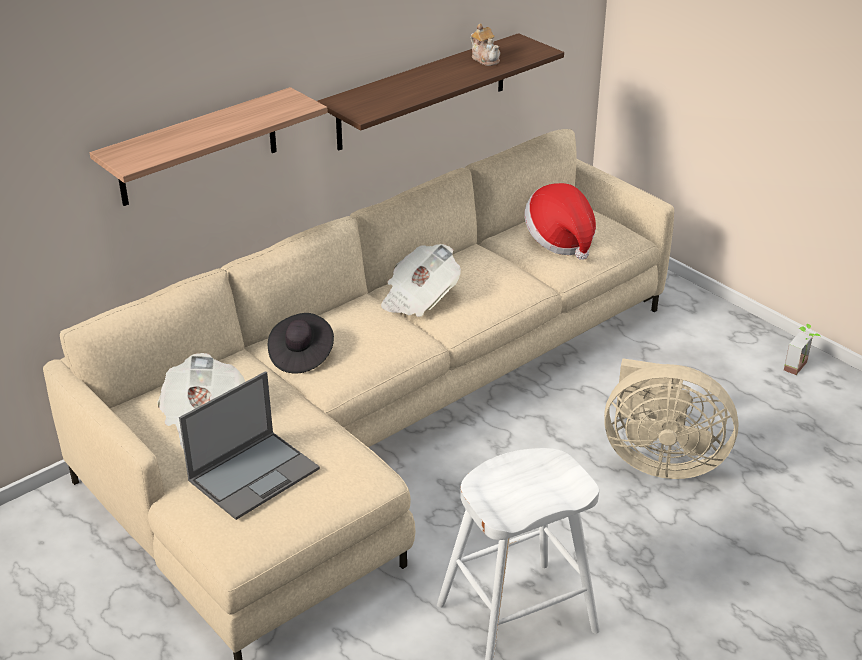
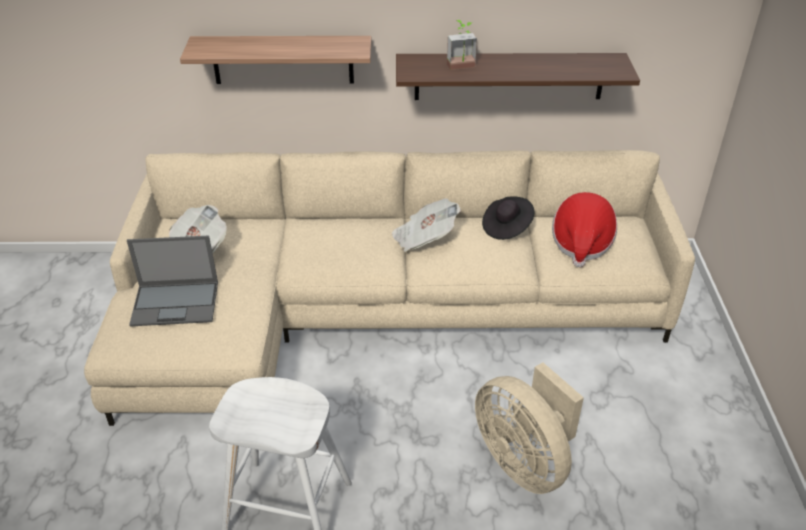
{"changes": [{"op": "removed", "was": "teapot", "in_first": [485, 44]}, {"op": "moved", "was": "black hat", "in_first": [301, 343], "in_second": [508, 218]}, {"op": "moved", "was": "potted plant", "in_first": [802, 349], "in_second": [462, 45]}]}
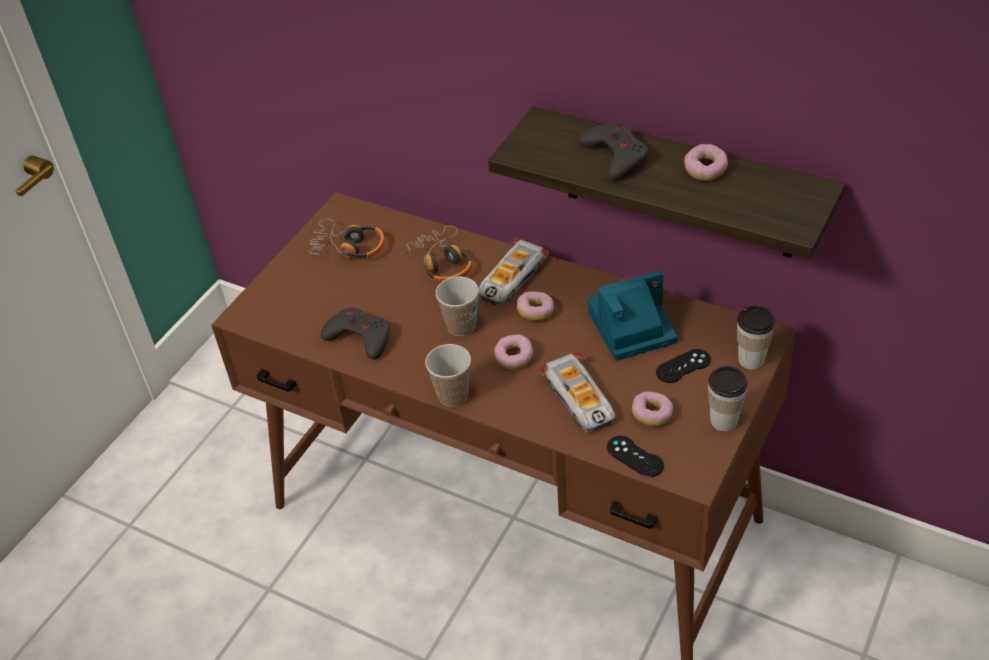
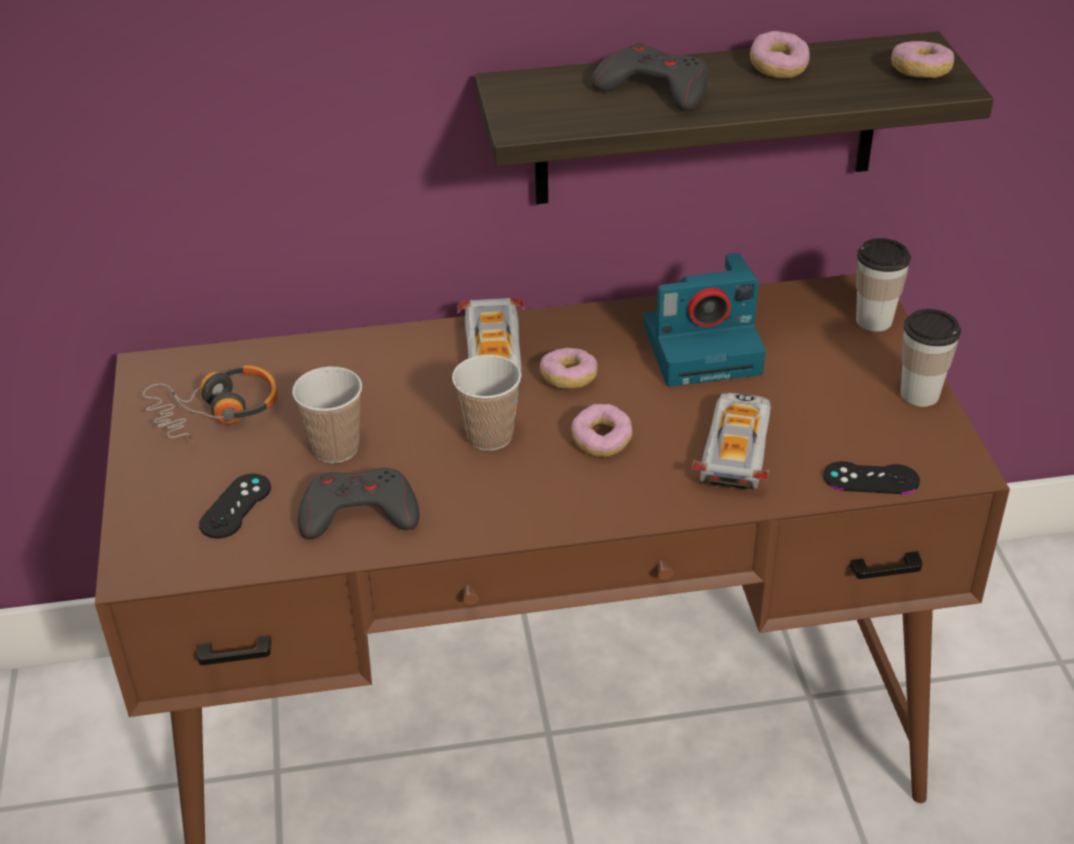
{"changes": [{"op": "removed", "was": "headphones", "in_first": [436, 254]}, {"op": "moved", "was": "cup", "in_first": [448, 375], "in_second": [327, 414]}, {"op": "moved", "was": "donut", "in_first": [652, 408], "in_second": [922, 59]}, {"op": "moved", "was": "black game controller", "in_first": [683, 366], "in_second": [235, 506]}, {"op": "turned", "was": "toy car", "in_first": [577, 392], "in_second": [731, 441], "clockwise": -105}, {"op": "turned", "was": "photo camera", "in_first": [632, 316], "in_second": [704, 319], "clockwise": -135}]}
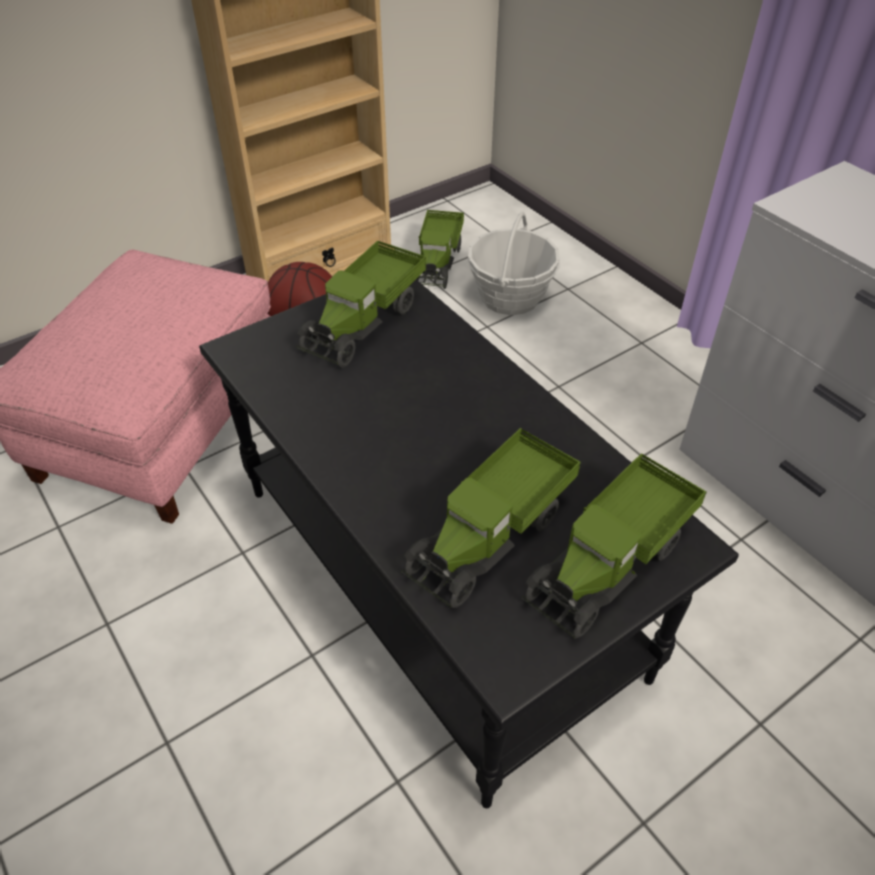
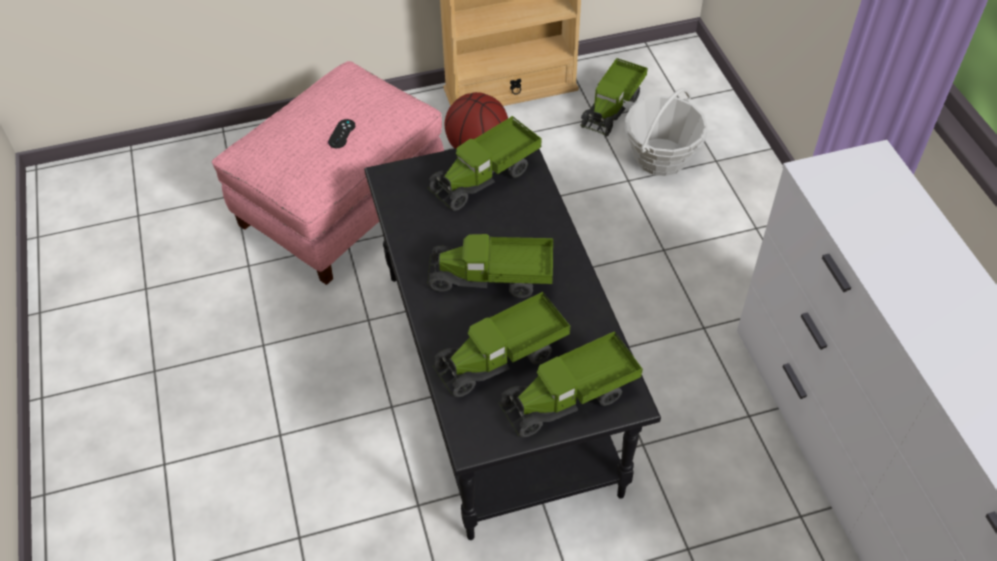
{"changes": [{"op": "added", "now": "black game controller", "in_second": [341, 133]}, {"op": "added", "now": "toy truck", "in_second": [490, 266]}]}
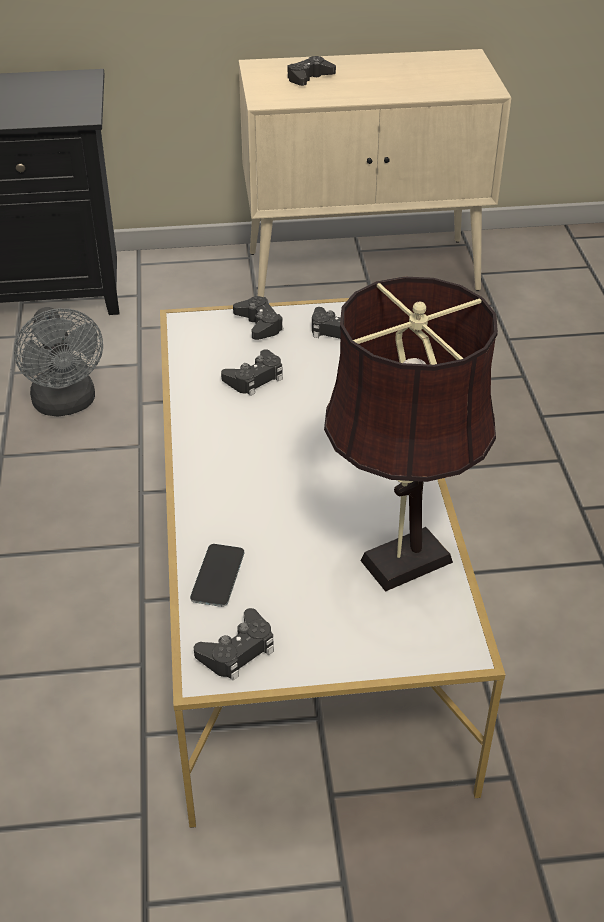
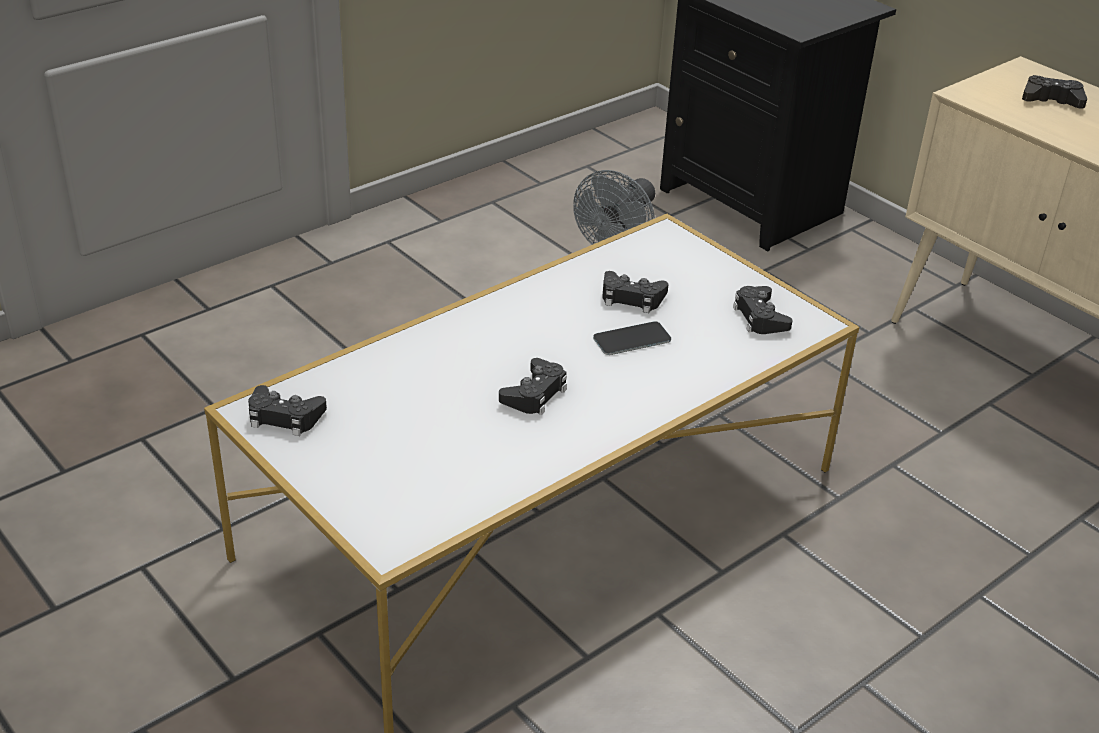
{"changes": [{"op": "removed", "was": "brown table lamp", "in_first": [411, 434]}, {"op": "moved", "was": "phone", "in_first": [217, 575], "in_second": [632, 338]}, {"op": "moved", "was": "black game controller", "in_first": [258, 318], "in_second": [533, 386]}]}
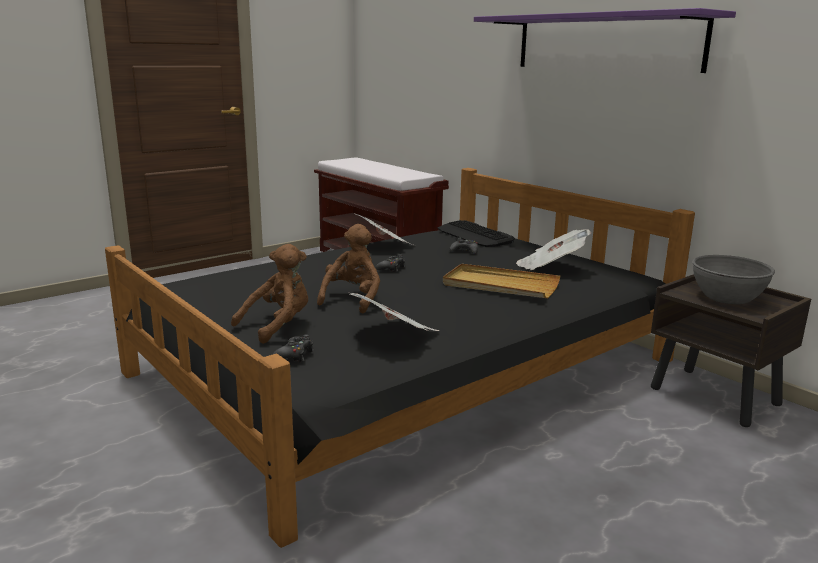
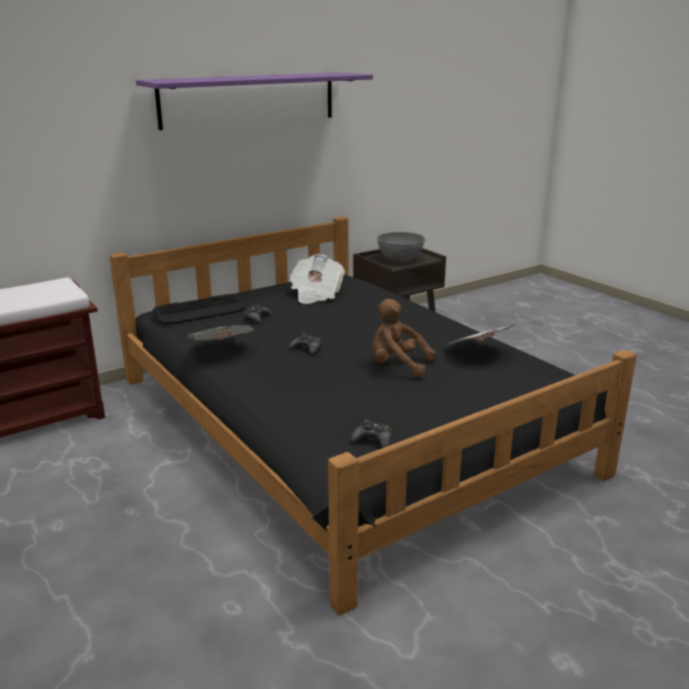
{"changes": [{"op": "removed", "was": "brown plush toy", "in_first": [269, 294]}, {"op": "removed", "was": "beige tray", "in_first": [501, 281]}, {"op": "moved", "was": "black game controller", "in_first": [293, 348], "in_second": [371, 433]}]}
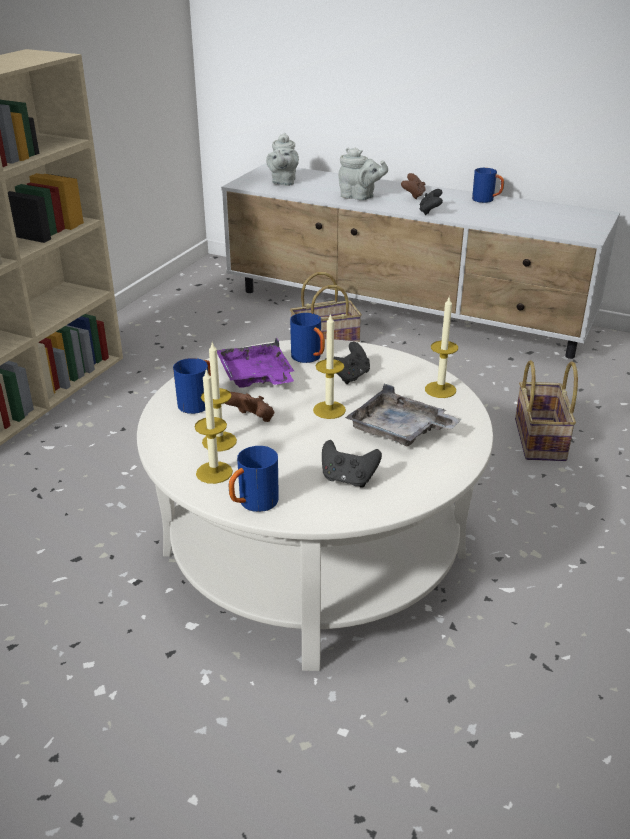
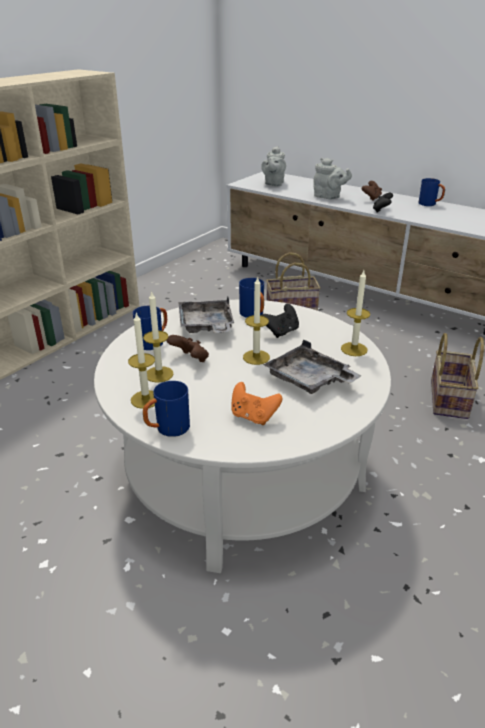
{"changes": [{"op": "recoloured", "was": "purple tray", "now": "grey tray", "in_first": [255, 363], "in_second": [206, 315]}, {"op": "recoloured", "was": "black game controller", "now": "orange game controller", "in_first": [352, 464], "in_second": [256, 403]}]}
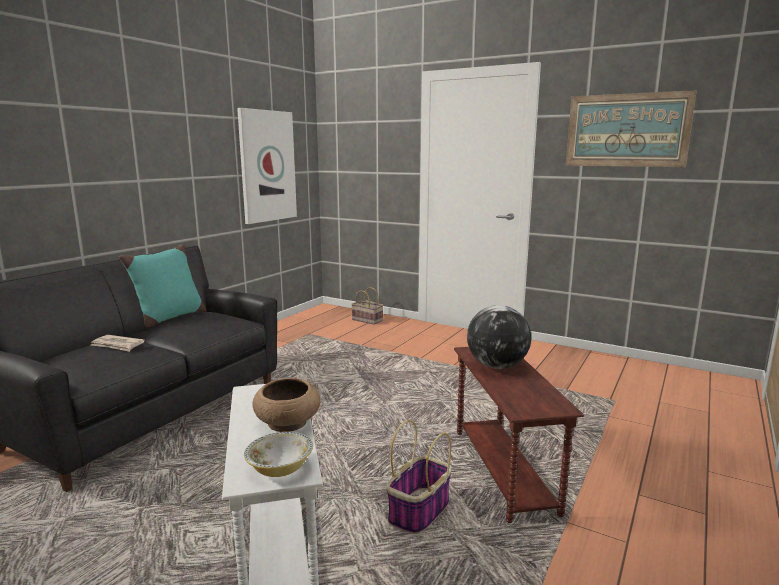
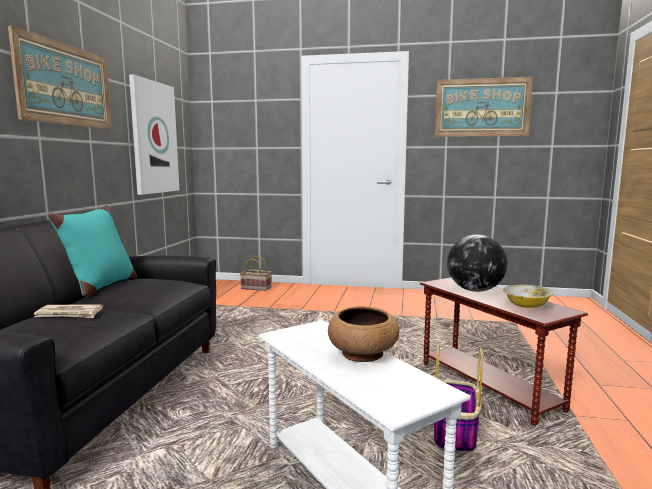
{"changes": [{"op": "added", "now": "picture", "in_second": [60, 77]}, {"op": "moved", "was": "bowl", "in_first": [278, 454], "in_second": [528, 296]}]}
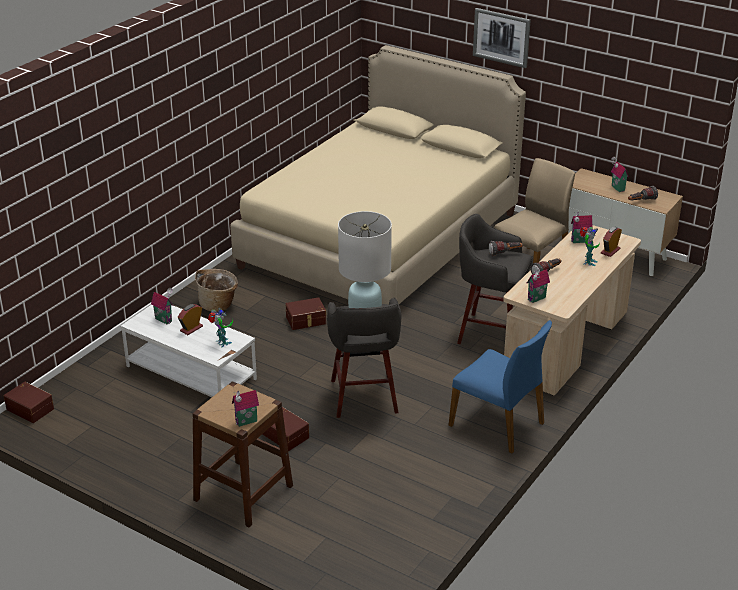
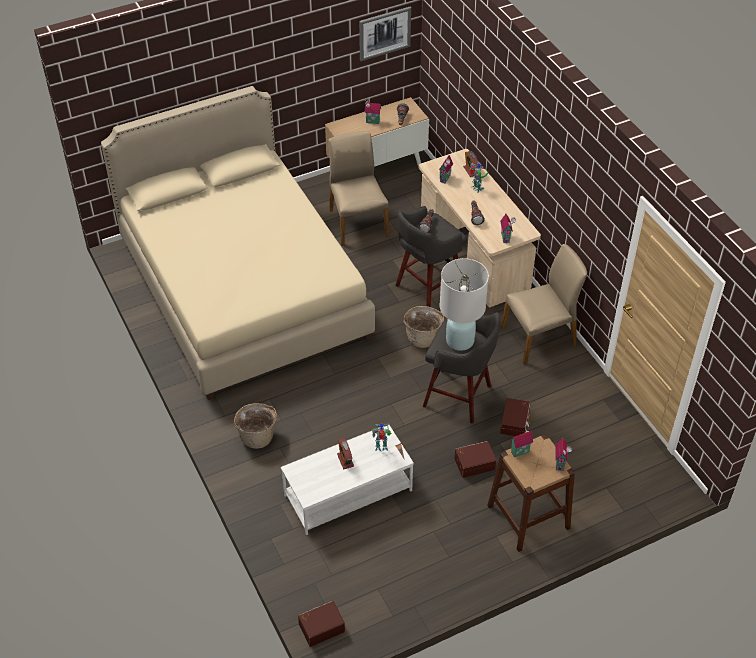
{"changes": [{"op": "added", "now": "basket", "in_second": [423, 327]}, {"op": "moved", "was": "toy house", "in_first": [162, 306], "in_second": [521, 439]}, {"op": "moved", "was": "brown storage box", "in_first": [306, 313], "in_second": [515, 417]}, {"op": "moved", "was": "picture", "in_first": [502, 38], "in_second": [385, 34]}, {"op": "recoloured", "was": "blue chair", "now": "beige chair", "in_first": [500, 386], "in_second": [544, 304]}]}
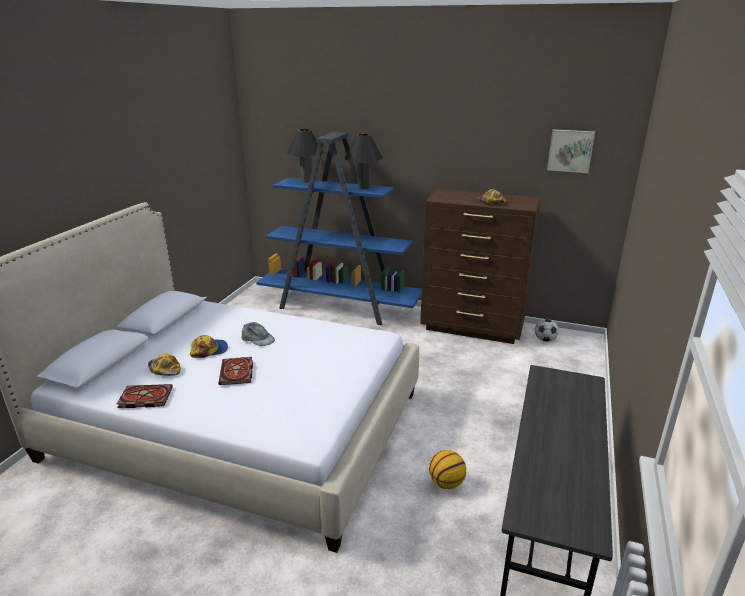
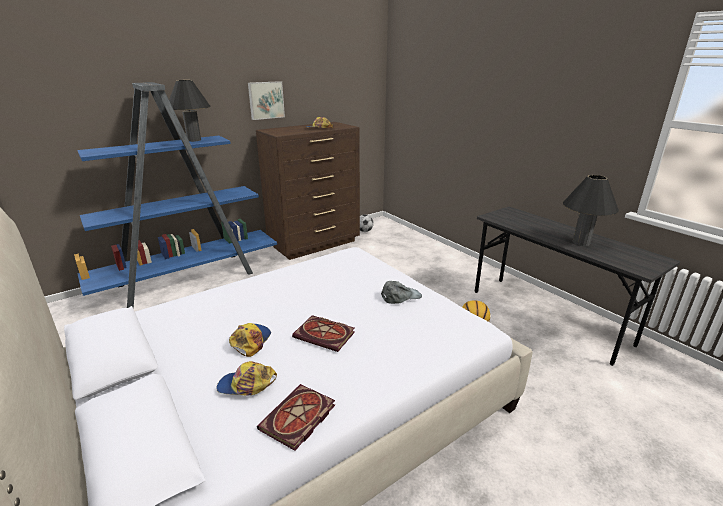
{"changes": [{"op": "moved", "was": "grey cap", "in_first": [258, 334], "in_second": [401, 292]}, {"op": "moved", "was": "black table lamp", "in_first": [305, 156], "in_second": [591, 210]}, {"op": "moved", "was": "picture", "in_first": [571, 151], "in_second": [266, 100]}]}
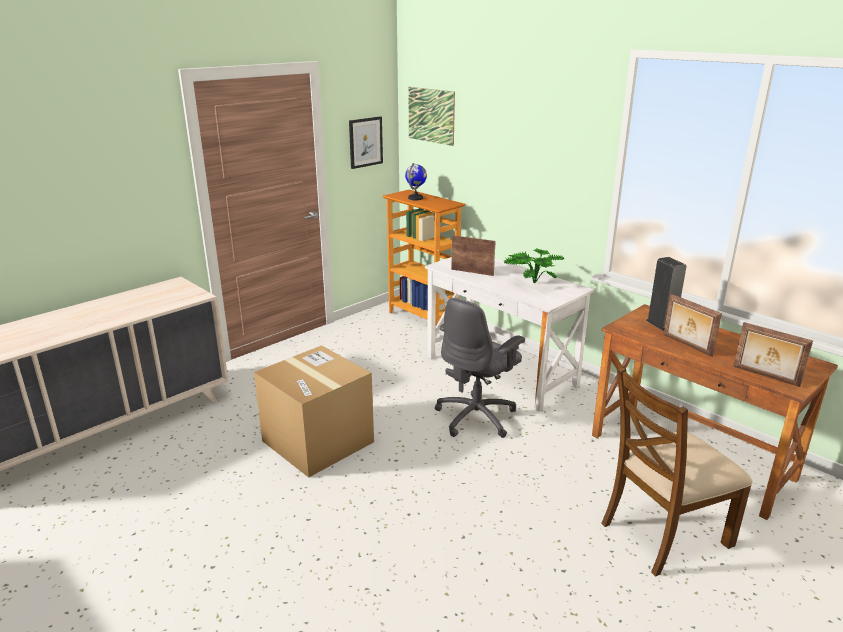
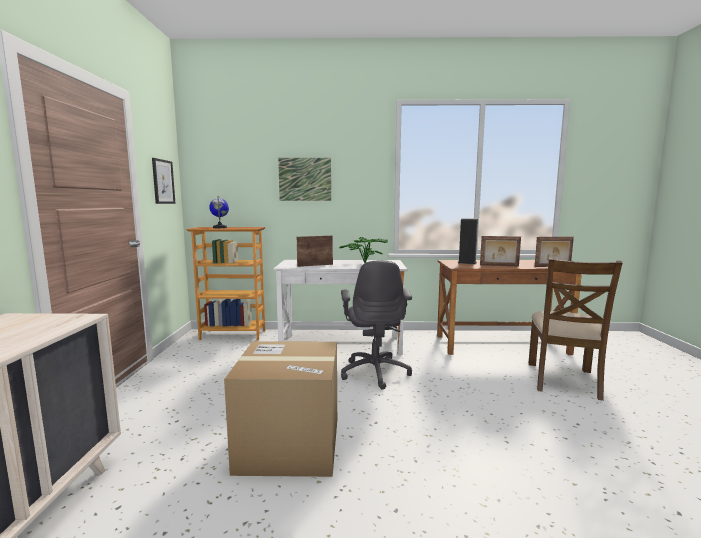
{"changes": [{"op": "moved", "was": "picture", "in_first": [431, 116], "in_second": [304, 179]}]}
